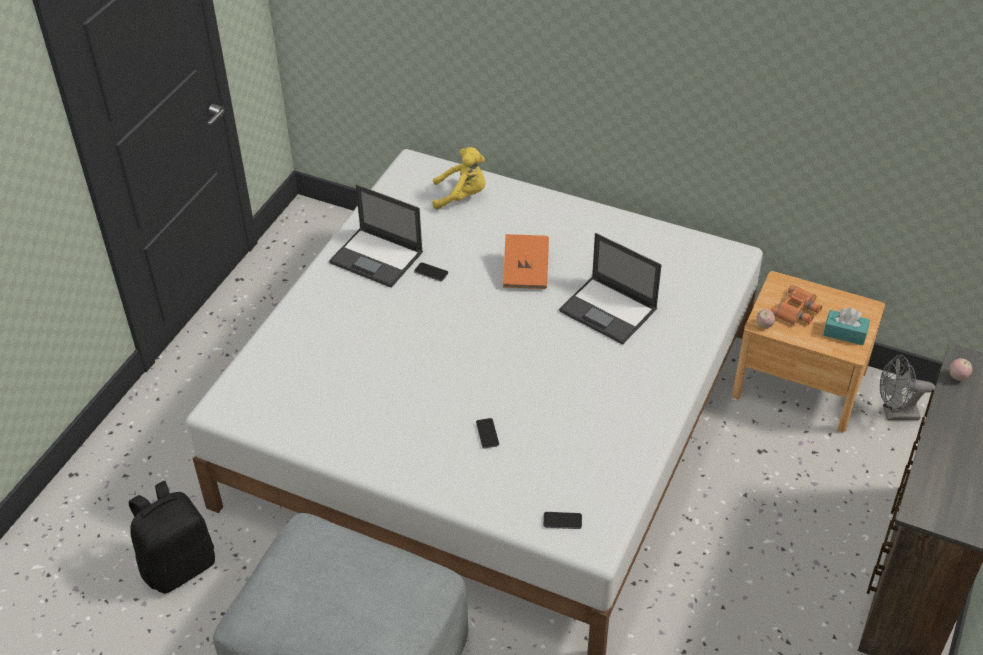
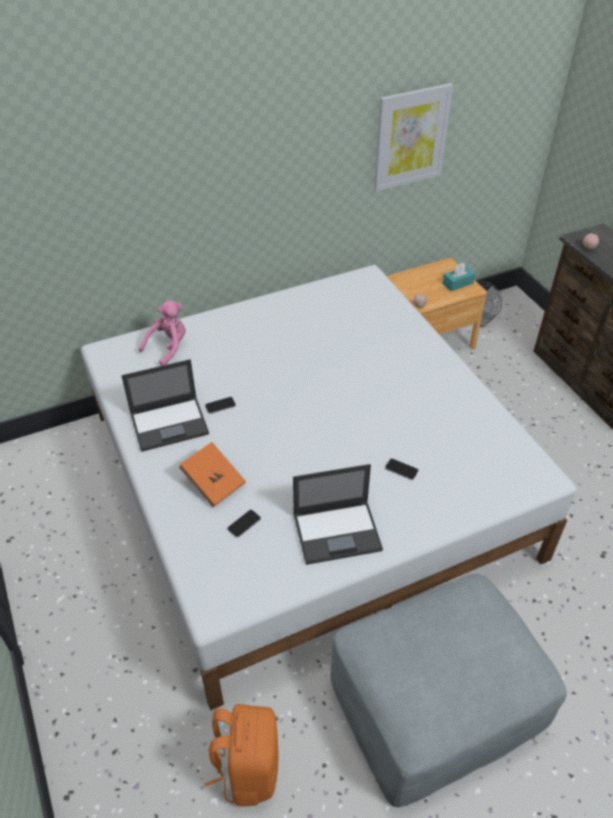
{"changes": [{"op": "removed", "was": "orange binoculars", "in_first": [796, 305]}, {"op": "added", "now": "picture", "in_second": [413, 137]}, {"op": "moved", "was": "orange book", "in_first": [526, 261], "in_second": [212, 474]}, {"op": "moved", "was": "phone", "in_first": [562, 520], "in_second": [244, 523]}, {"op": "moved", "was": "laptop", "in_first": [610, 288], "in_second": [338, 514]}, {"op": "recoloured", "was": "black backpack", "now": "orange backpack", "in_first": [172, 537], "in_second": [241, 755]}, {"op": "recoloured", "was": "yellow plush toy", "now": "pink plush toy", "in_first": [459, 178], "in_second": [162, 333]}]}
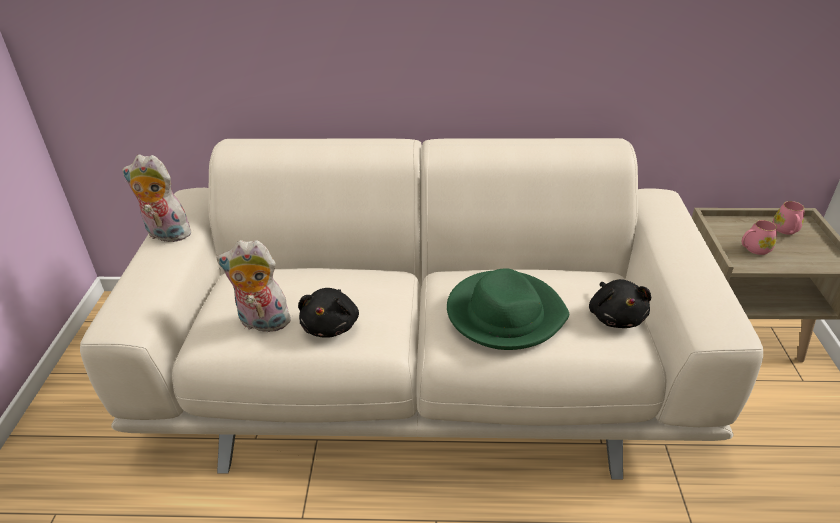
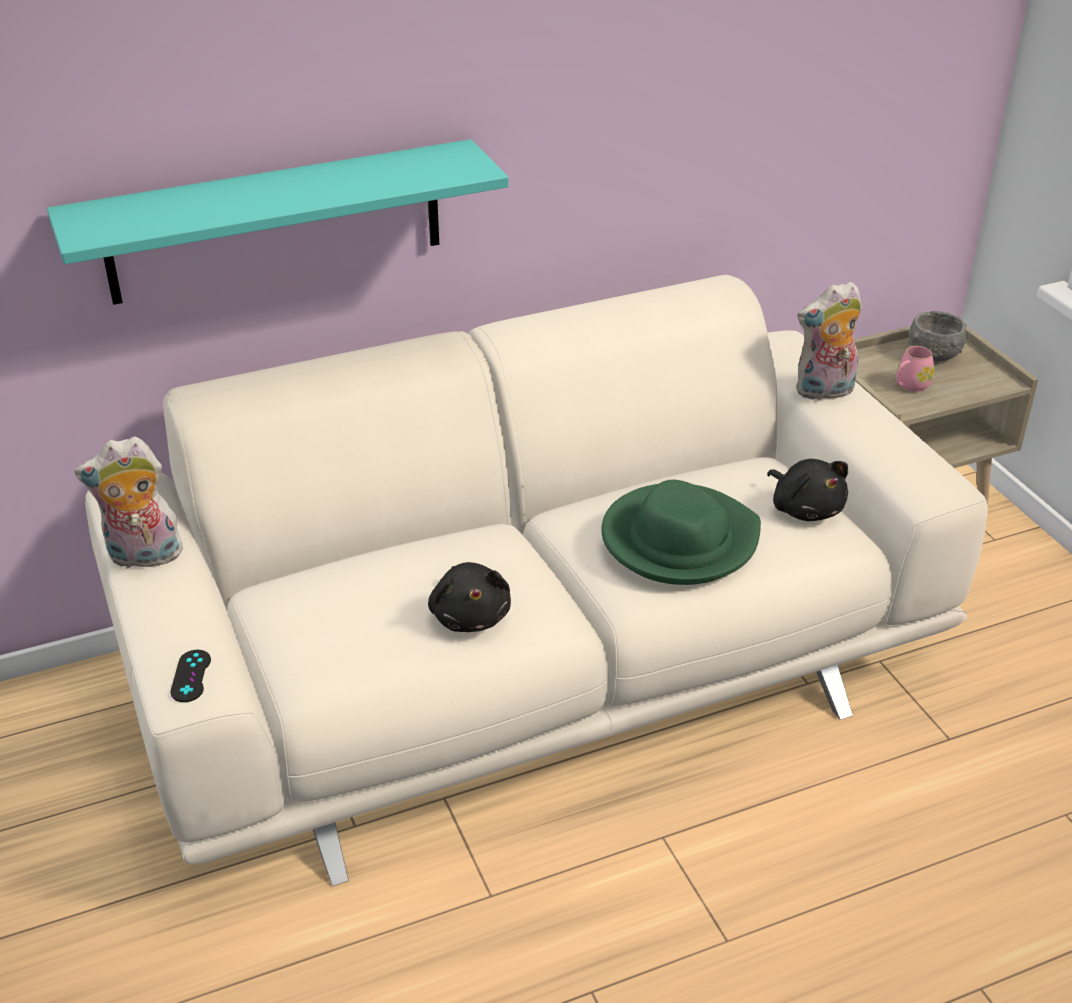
{"changes": [{"op": "added", "now": "turquoise shelf", "in_second": [278, 222]}, {"op": "added", "now": "black game controller", "in_second": [190, 676]}, {"op": "moved", "was": "plush toy", "in_first": [255, 286], "in_second": [829, 341]}, {"op": "replaced", "was": "pink mug", "now": "grey bowl", "in_first": [788, 218], "in_second": [937, 336]}]}
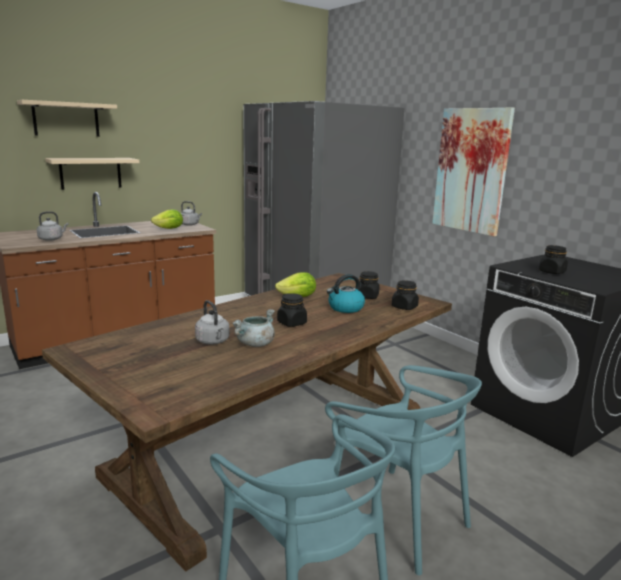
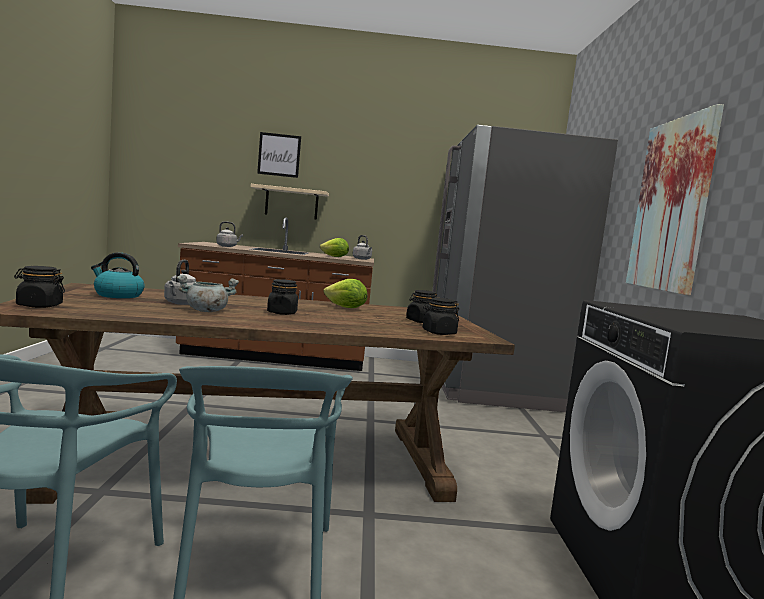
{"changes": [{"op": "moved", "was": "kettle", "in_first": [346, 293], "in_second": [118, 275]}, {"op": "moved", "was": "black jar", "in_first": [553, 259], "in_second": [39, 287]}, {"op": "replaced", "was": "beige shelf", "now": "picture", "in_first": [67, 118], "in_second": [279, 155]}]}
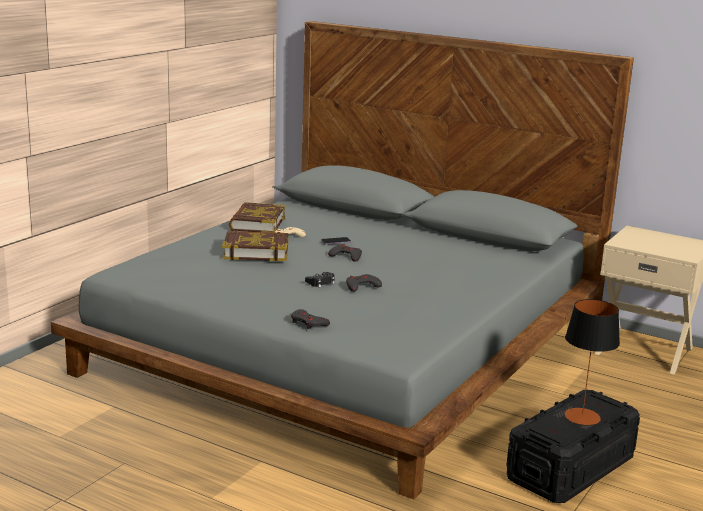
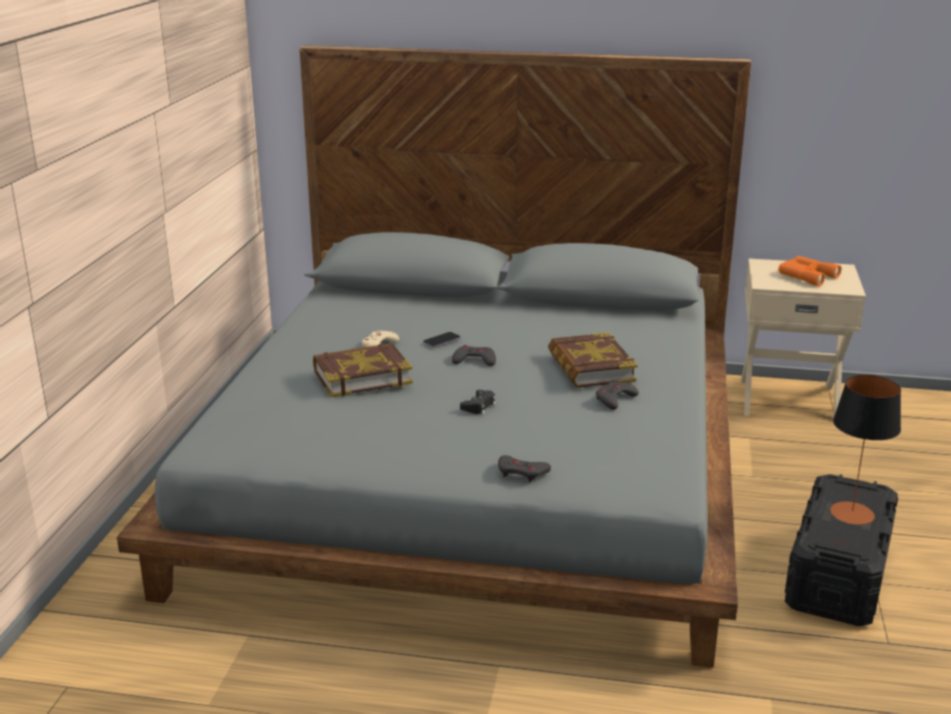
{"changes": [{"op": "added", "now": "orange binoculars", "in_second": [810, 271]}, {"op": "moved", "was": "book", "in_first": [257, 217], "in_second": [593, 360]}, {"op": "moved", "was": "grey game controller", "in_first": [364, 283], "in_second": [617, 395]}]}
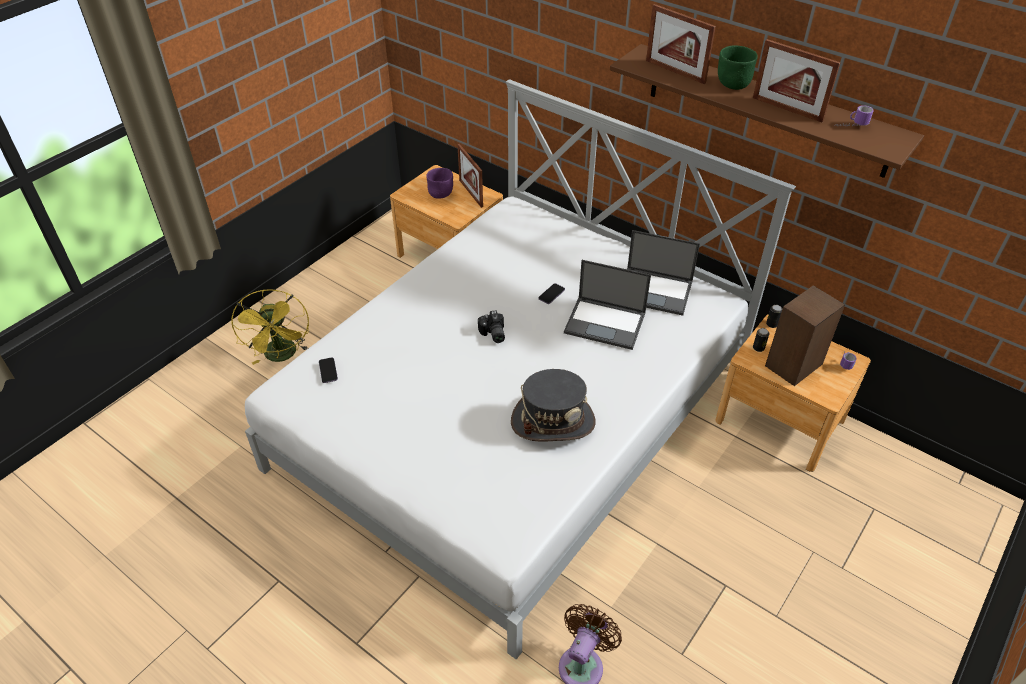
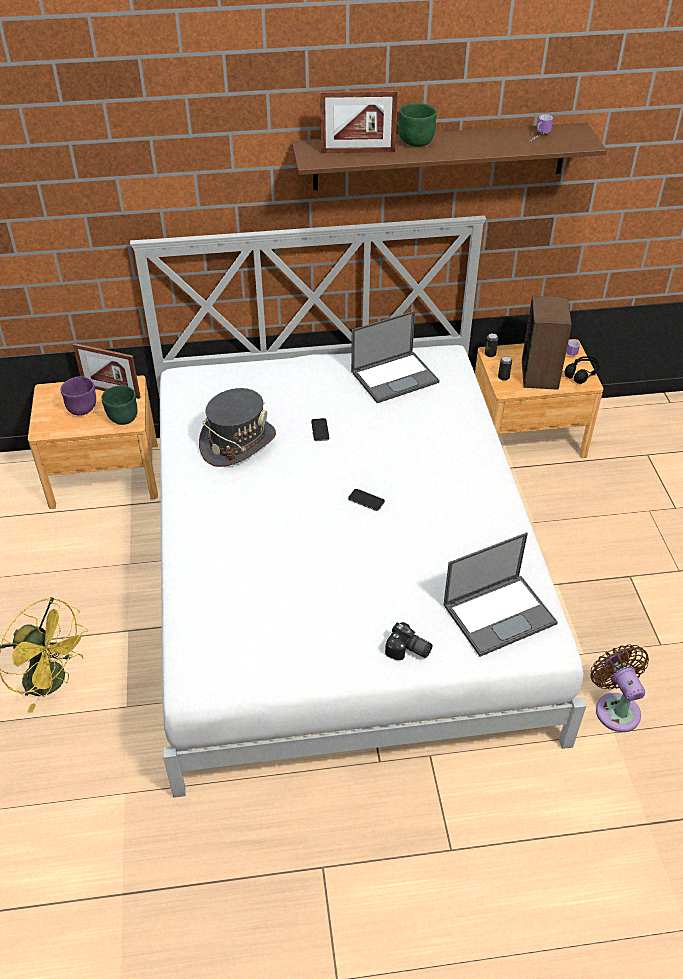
{"changes": [{"op": "removed", "was": "picture frame", "in_first": [797, 81]}, {"op": "added", "now": "green bowl", "in_second": [119, 405]}, {"op": "added", "now": "black headphones", "in_second": [582, 370]}, {"op": "moved", "was": "phone", "in_first": [328, 370], "in_second": [366, 500]}, {"op": "moved", "was": "photo camera", "in_first": [491, 326], "in_second": [409, 641]}, {"op": "moved", "was": "grey hat", "in_first": [553, 405], "in_second": [237, 427]}, {"op": "moved", "was": "laptop", "in_first": [607, 305], "in_second": [500, 594]}]}
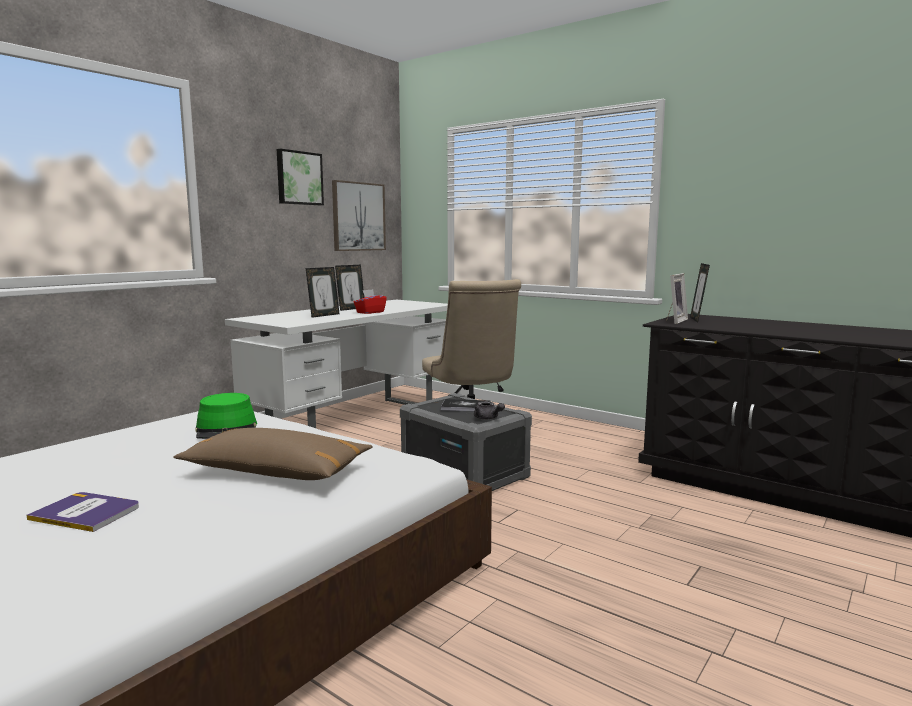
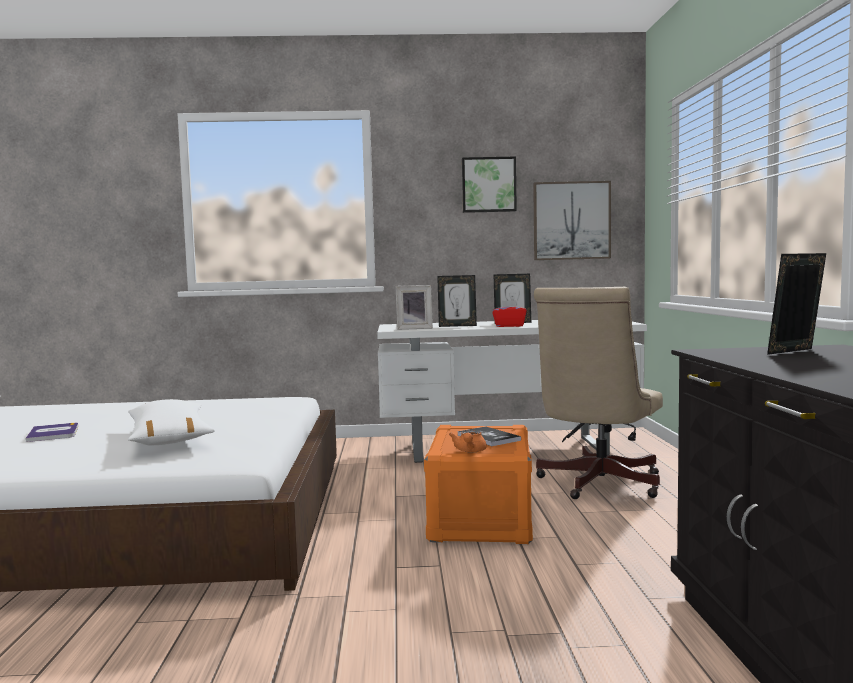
{"changes": [{"op": "removed", "was": "green hat", "in_first": [226, 416]}, {"op": "moved", "was": "picture frame", "in_first": [677, 298], "in_second": [414, 307]}, {"op": "recoloured", "was": "brown pillow", "now": "white pillow", "in_first": [272, 454], "in_second": [171, 422]}, {"op": "recoloured", "was": "grey storage box", "now": "orange storage box", "in_first": [466, 442], "in_second": [478, 484]}, {"op": "recoloured", "was": "grey teapot", "now": "orange teapot", "in_first": [489, 410], "in_second": [468, 441]}]}
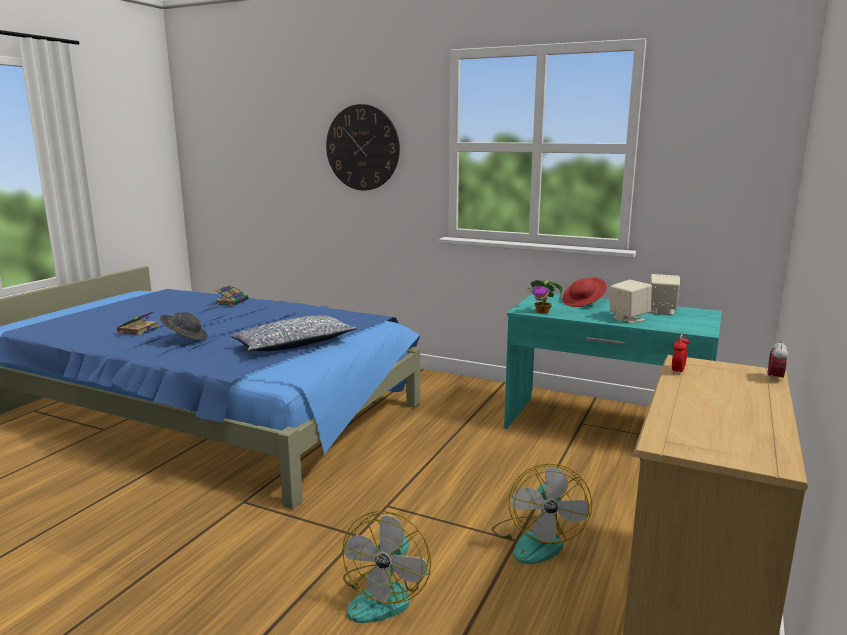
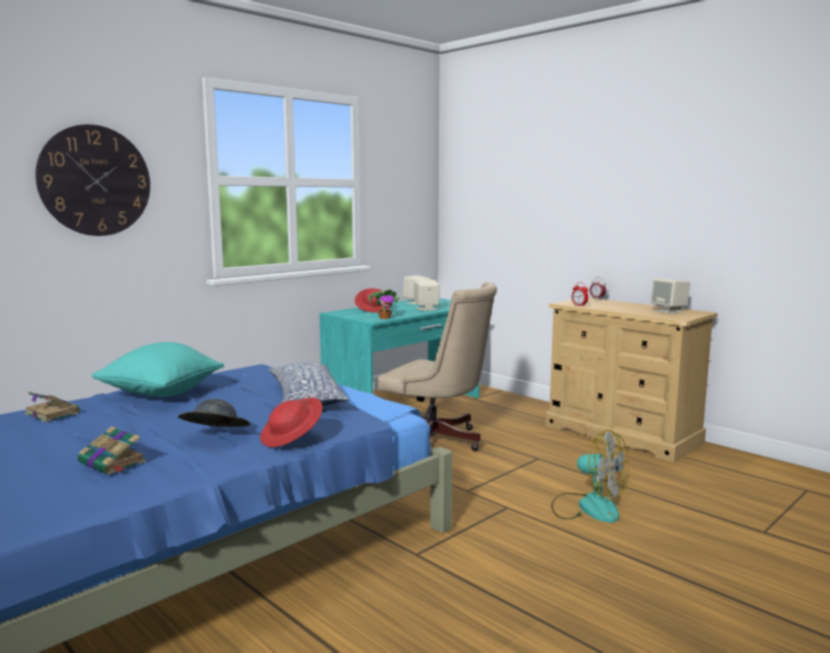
{"changes": [{"op": "removed", "was": "fan", "in_first": [542, 513]}, {"op": "added", "now": "turquoise pillow", "in_second": [158, 369]}, {"op": "added", "now": "red hat", "in_second": [291, 422]}, {"op": "added", "now": "beige office chair", "in_second": [437, 366]}, {"op": "added", "now": "beige speaker", "in_second": [670, 296]}]}
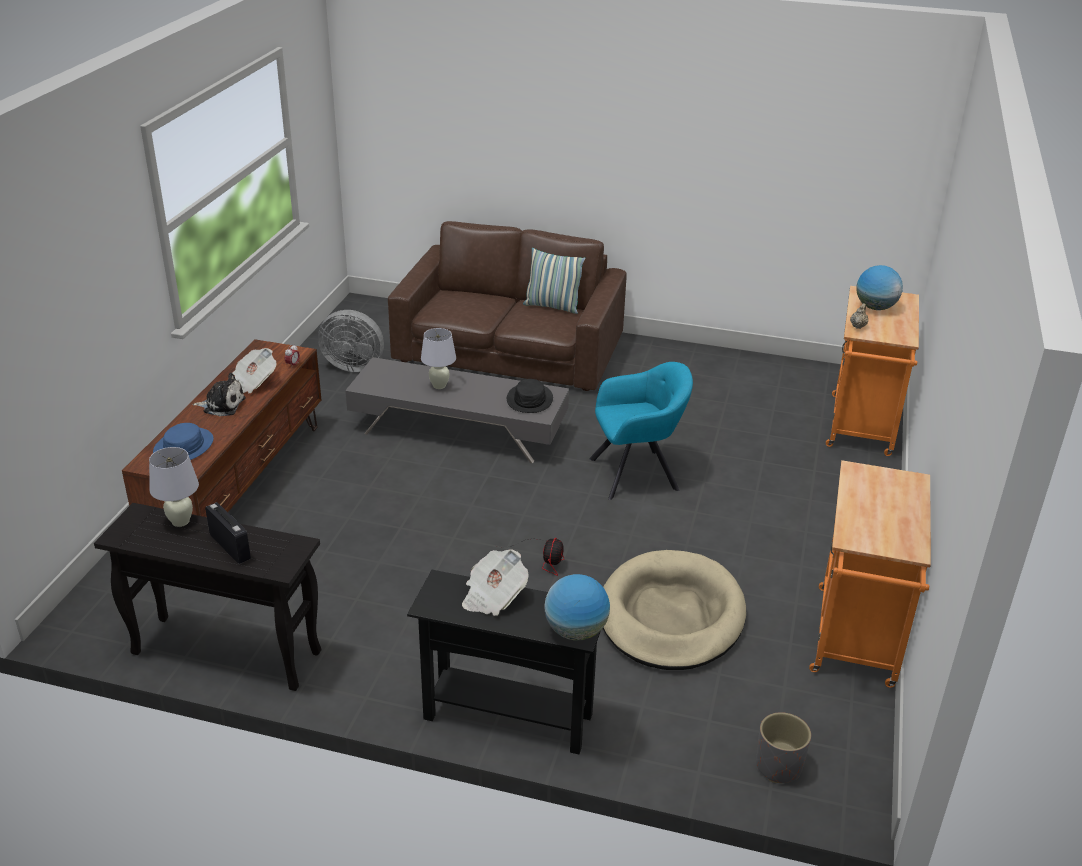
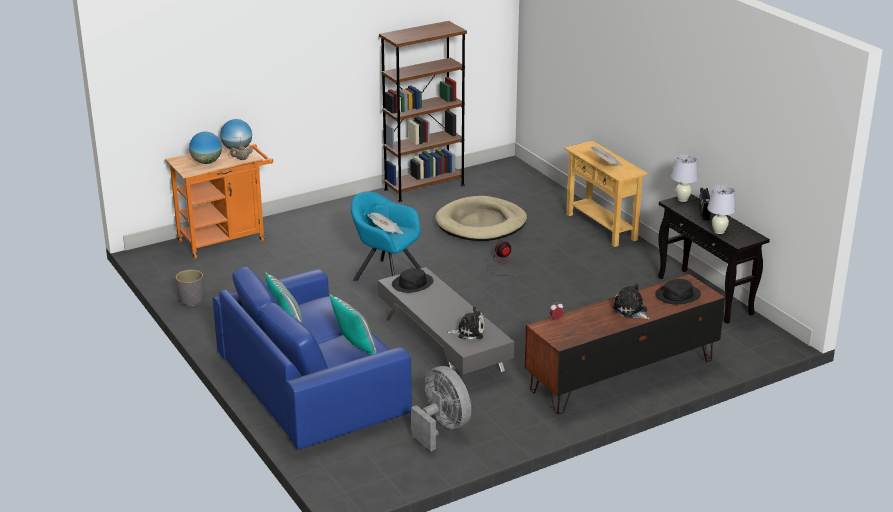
{"changes": [{"op": "added", "now": "pillow", "in_second": [353, 324]}, {"op": "added", "now": "plush toy", "in_second": [465, 323]}, {"op": "moved", "was": "newspaper", "in_first": [254, 370], "in_second": [385, 223]}, {"op": "moved", "was": "white table lamp", "in_first": [438, 358], "in_second": [684, 178]}, {"op": "moved", "was": "globe", "in_first": [577, 607], "in_second": [236, 134]}, {"op": "moved", "was": "grey planter", "in_first": [783, 747], "in_second": [190, 288]}, {"op": "replaced", "was": "orange cart", "now": "brown bookcase", "in_first": [870, 574], "in_second": [423, 111]}, {"op": "recoloured", "was": "blue hat", "now": "black hat", "in_first": [183, 441], "in_second": [678, 291]}, {"op": "recoloured", "was": "brown sofa", "now": "blue sofa", "in_first": [507, 306], "in_second": [312, 358]}, {"op": "recoloured", "was": "black console table", "now": "beige console table", "in_first": [504, 662], "in_second": [606, 194]}]}
